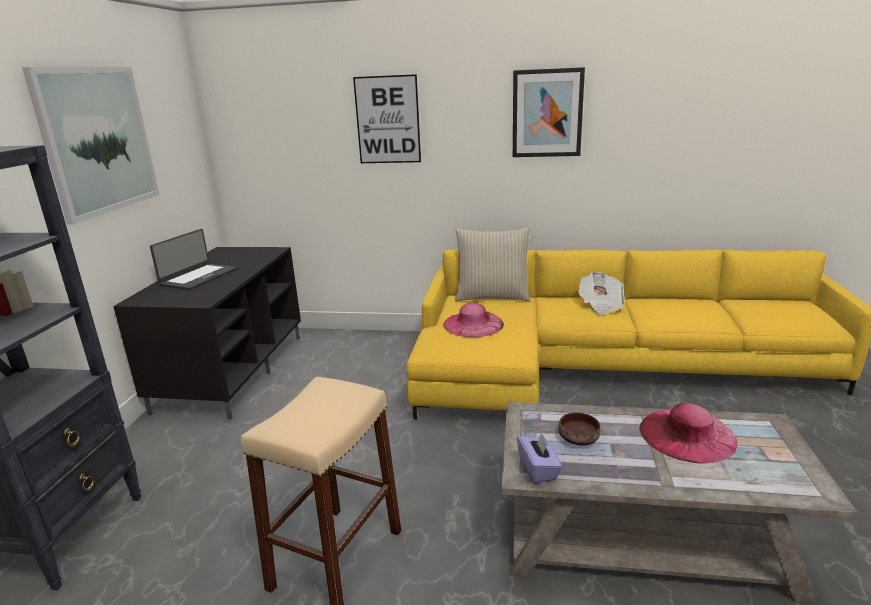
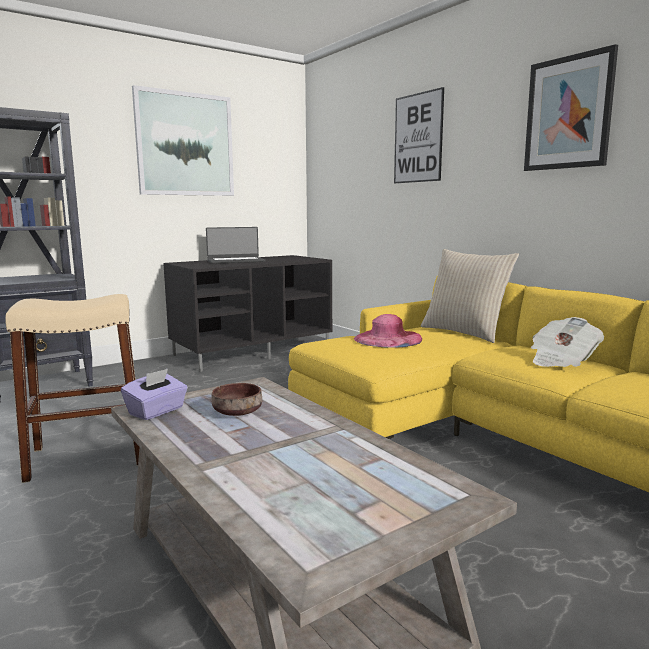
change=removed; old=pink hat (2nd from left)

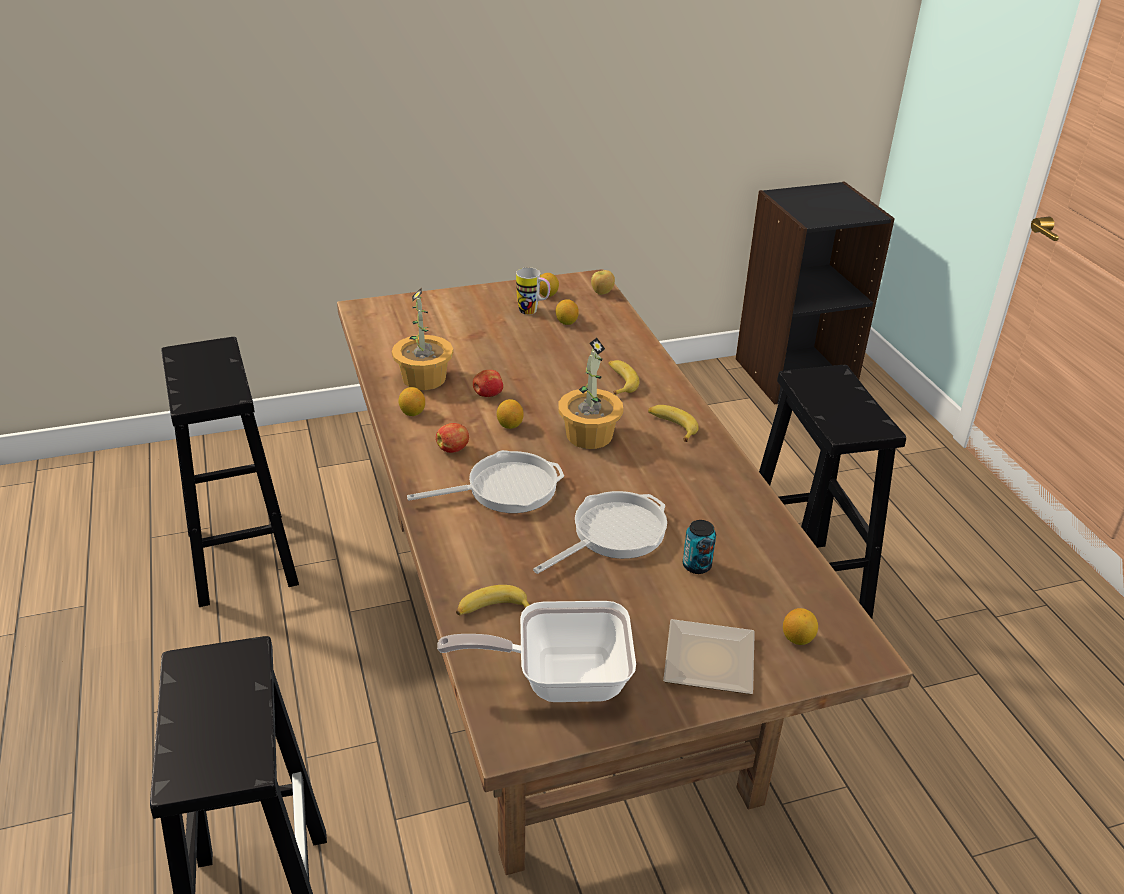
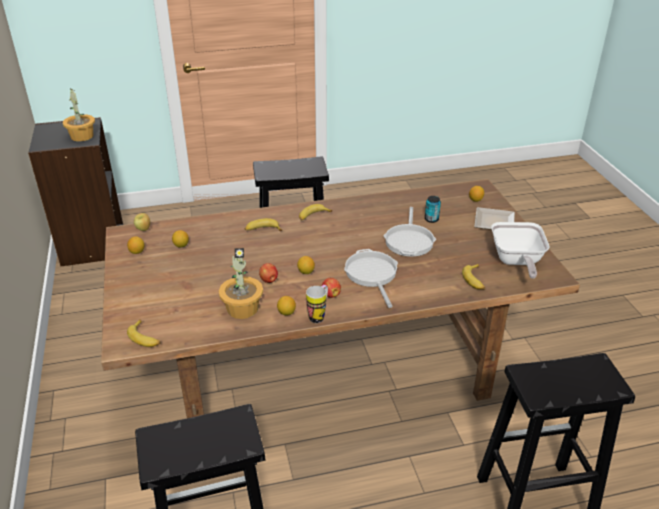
change=moved; old=mug
change=turned; old=frying pan (3rd from left in the first image); degrees=-135
change=moved; old=potted plant (2nd from left in the first image); new=potted plant (1st from left)
change=added; new=banana (1st from left)

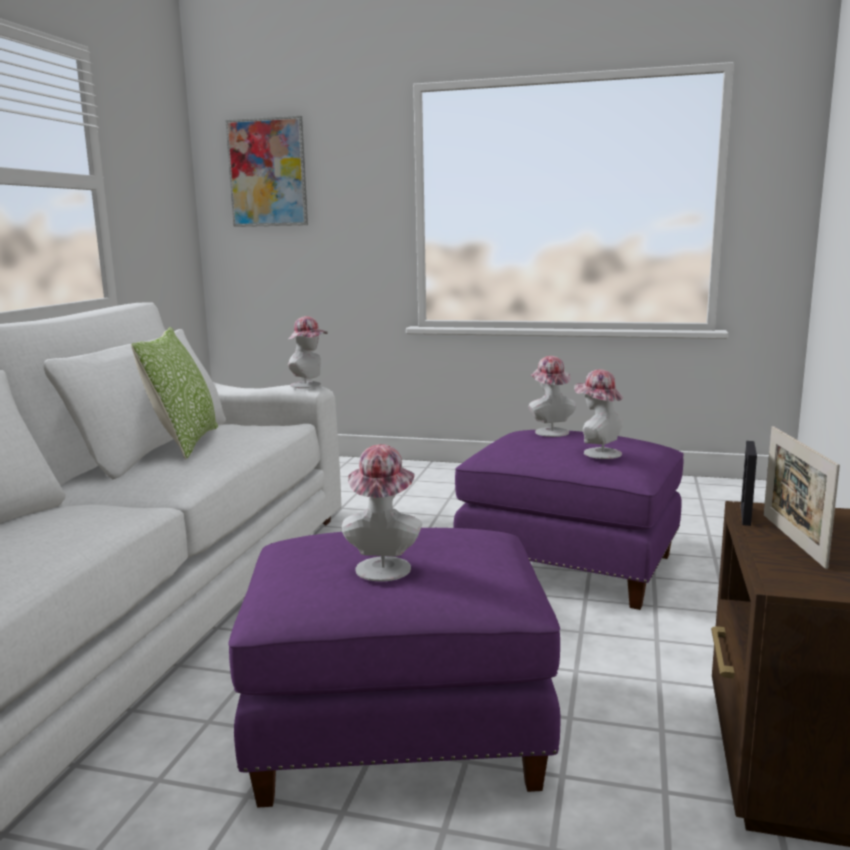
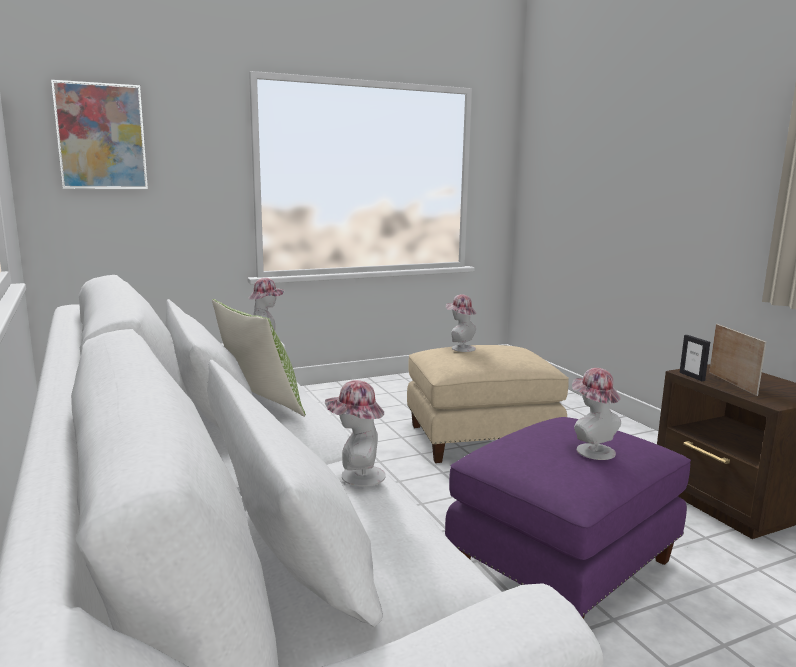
change=recoloured; old=purple ottoman (2nd from left); new=beige ottoman
change=moved; old=hat (4th from left in the first image); new=hat (2nd from left)
change=turned; old=picture frame (2nd from left); degrees=-150

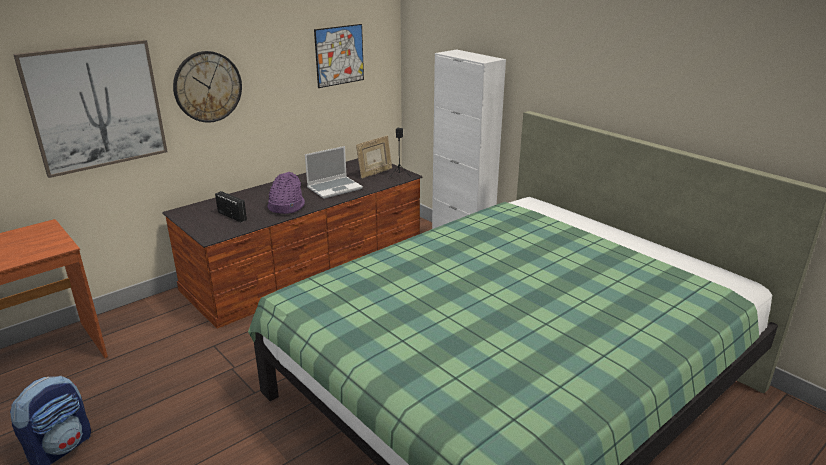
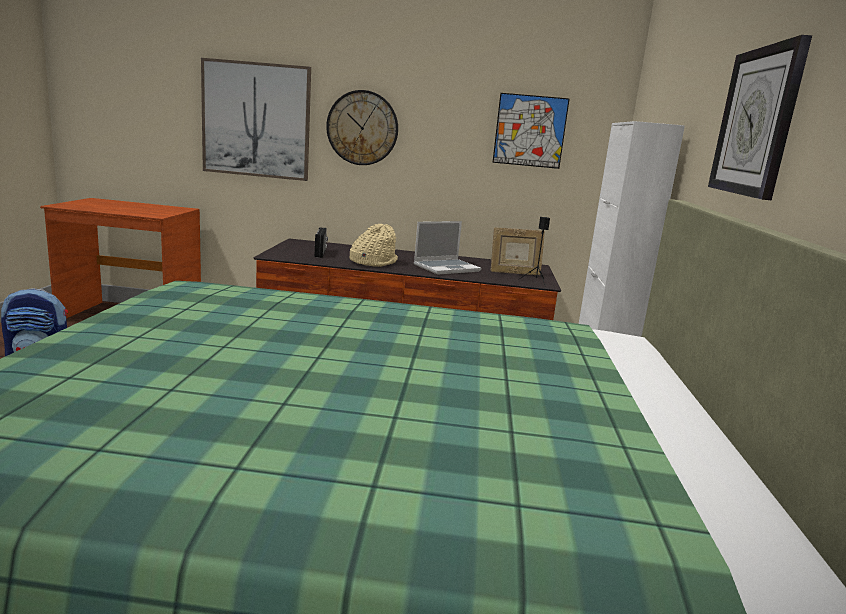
change=recoloured; old=purple hat; new=beige hat
change=turned; old=laptop; degrees=-45
change=added; new=wall clock (2nd from left)

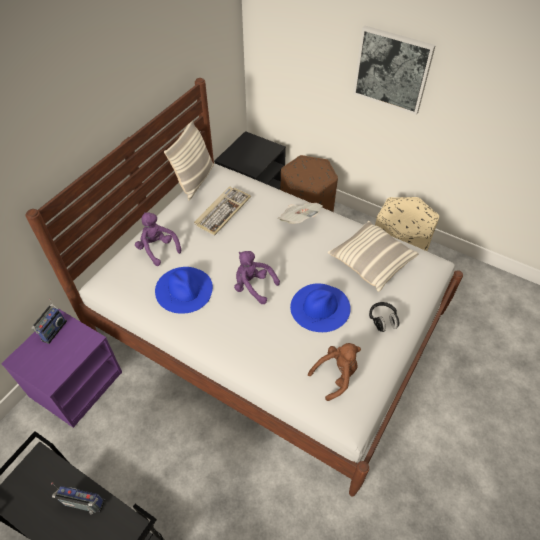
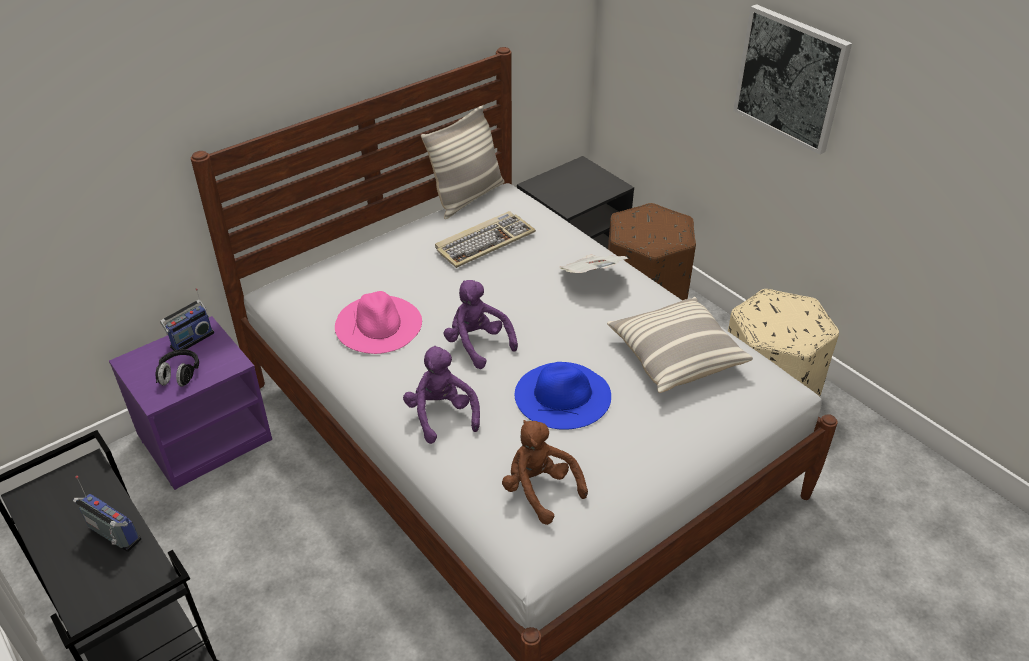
change=moved; old=purple plush toy (1st from left)
change=recoloured; old=blue hat (1st from left); new=pink hat
change=turned; old=brown plush toy; degrees=-120
change=moved; old=black headphones

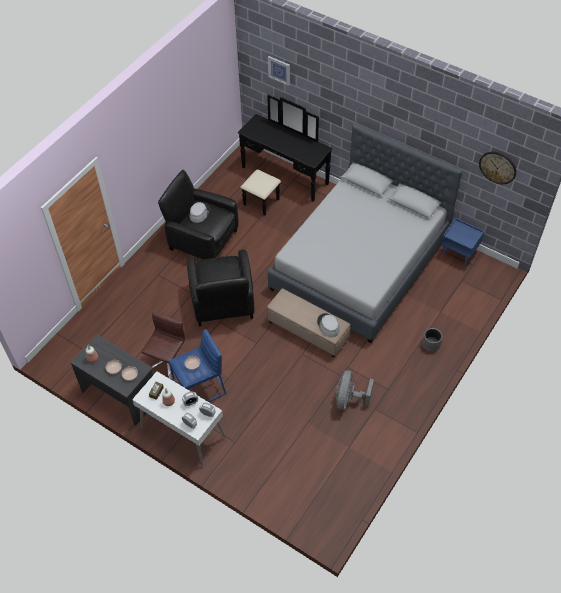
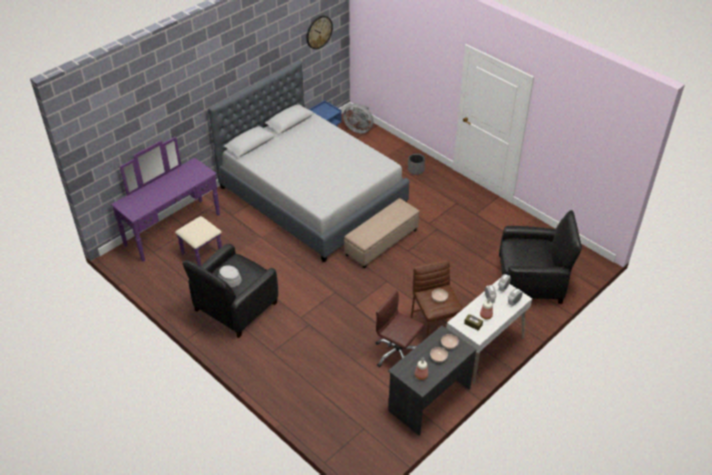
change=recoloured; old=blue stool; new=brown stool
change=moved; old=black armchair (2nd from left)
change=recoloured; old=black dresser; new=purple dresser
change=removed; old=picture
change=removed; old=grey hat (2nd from left)
change=moved; old=grey fan

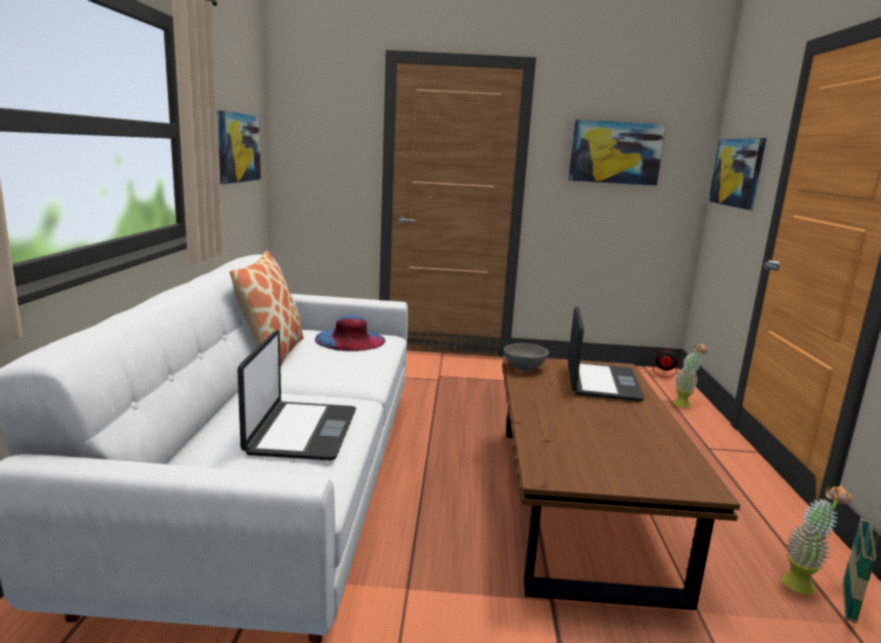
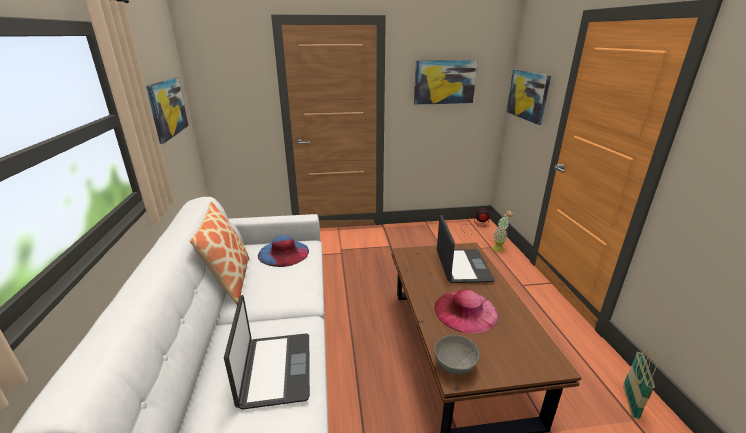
change=moved; old=grey bowl
change=removed; old=potted plant (2nd from left)
change=added; new=pink hat

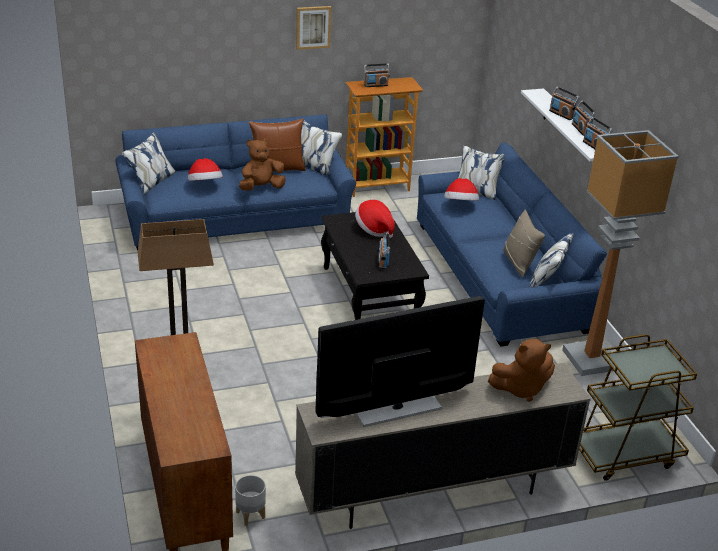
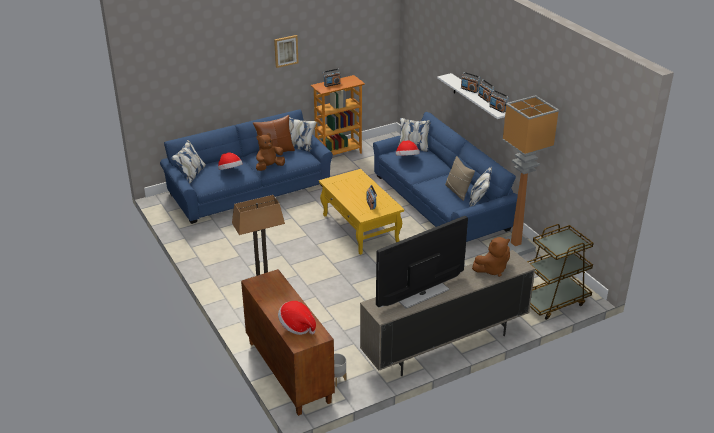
change=recoloured; old=black coffee table; new=yellow coffee table
change=moved; old=hat (2nd from left)

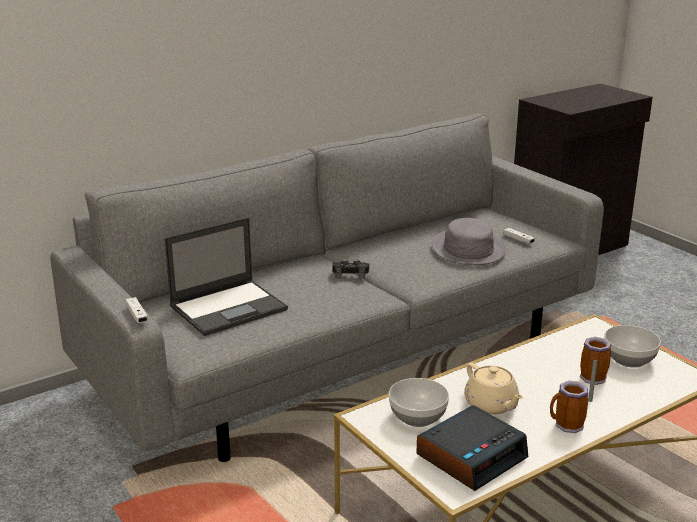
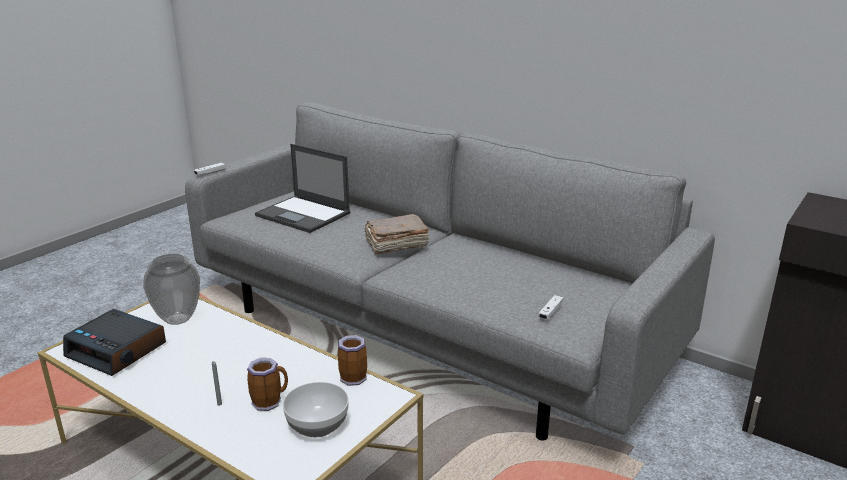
change=replaced; old=black game controller; new=brown book
change=replaced; old=bowl (1st from left); new=vase
change=removed; old=grey hat
change=removed; old=beige teapot
change=moved; old=mug (1st from left in the first image); new=mug (2nd from left)

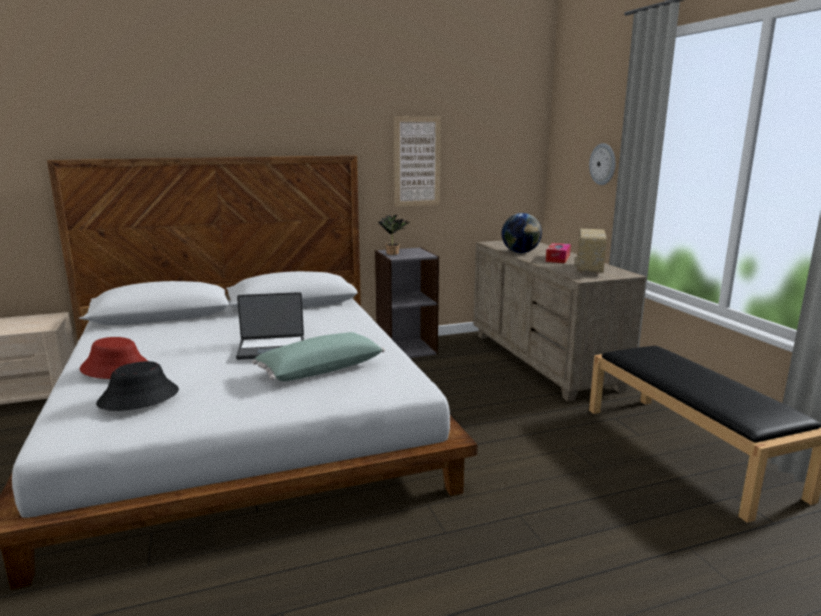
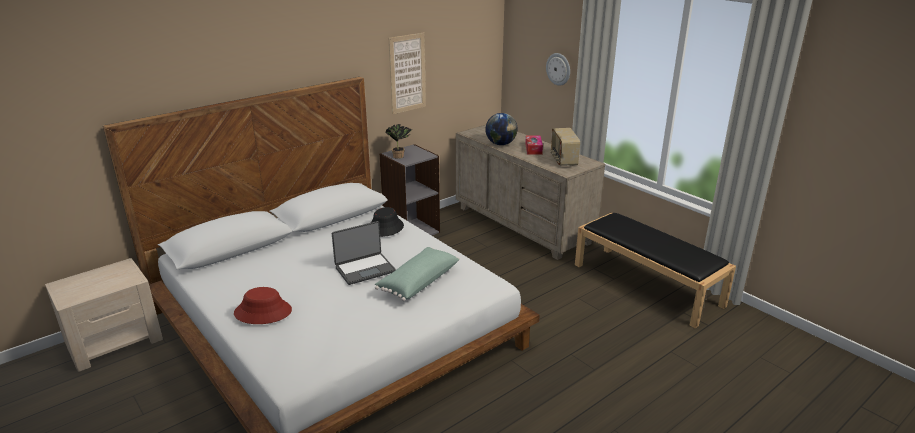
change=moved; old=black hat

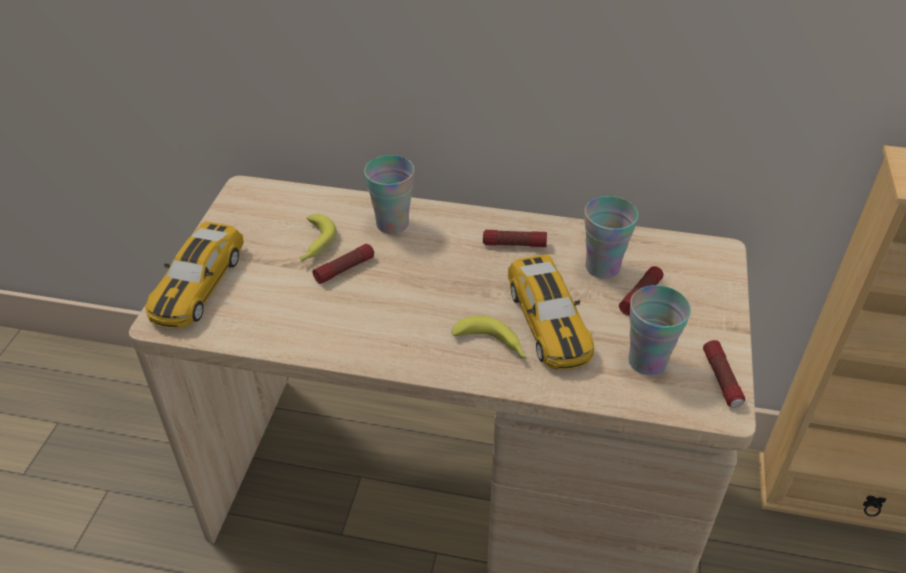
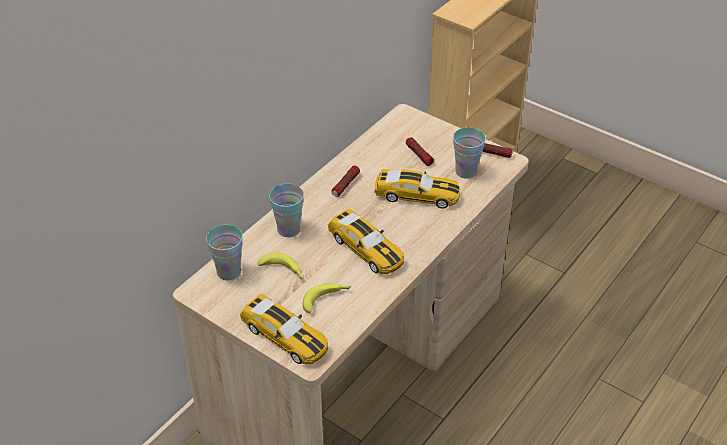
change=removed; old=flashlight (1st from left)
change=moved; old=banana (2nd from left)
change=moved; old=cup (2nd from left in the first image); new=cup (1st from left)
change=added; new=toy car (2nd from left)

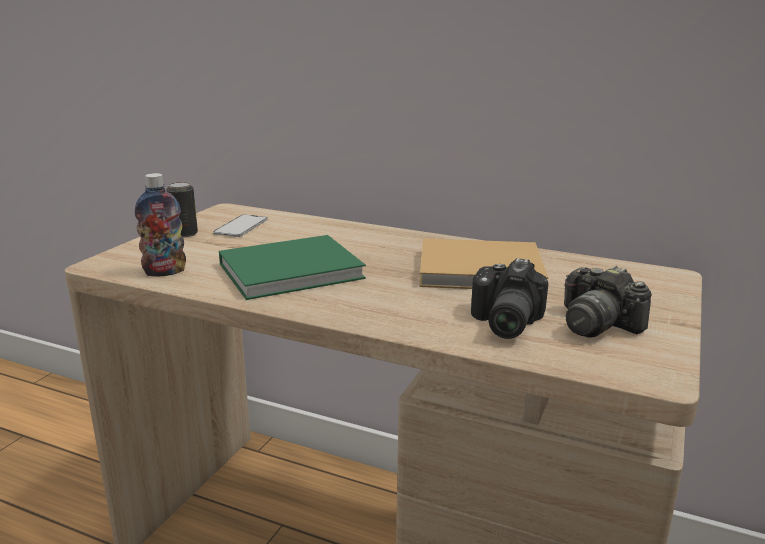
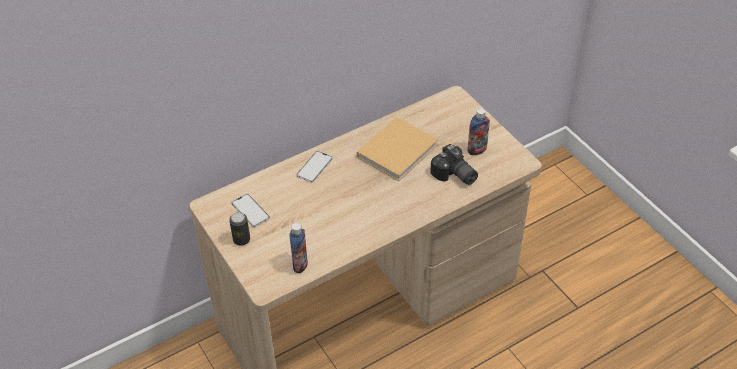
change=removed; old=green book
change=replaced; old=photo camera (2nd from left); new=bottle (2nd from left)
change=added; new=phone (2nd from left)

